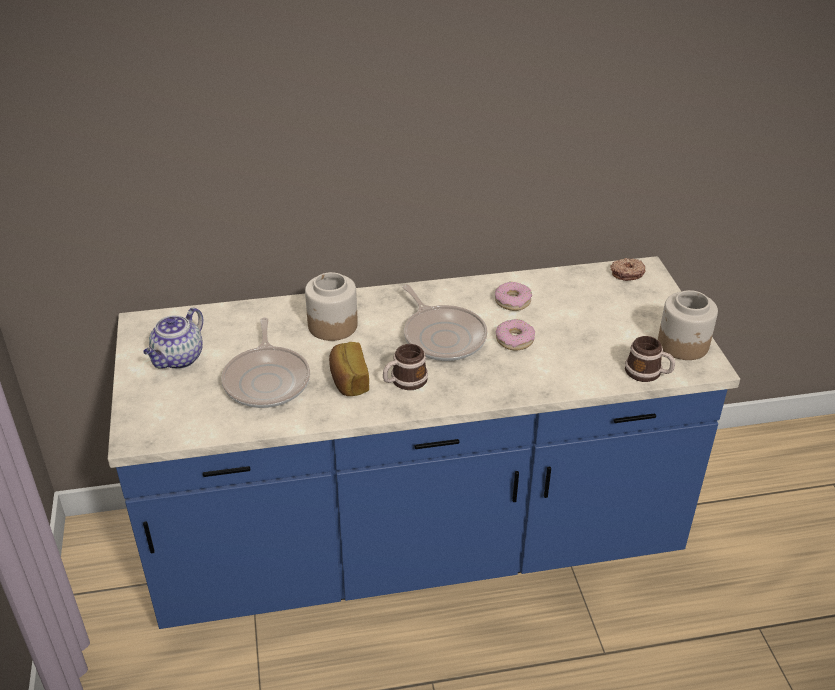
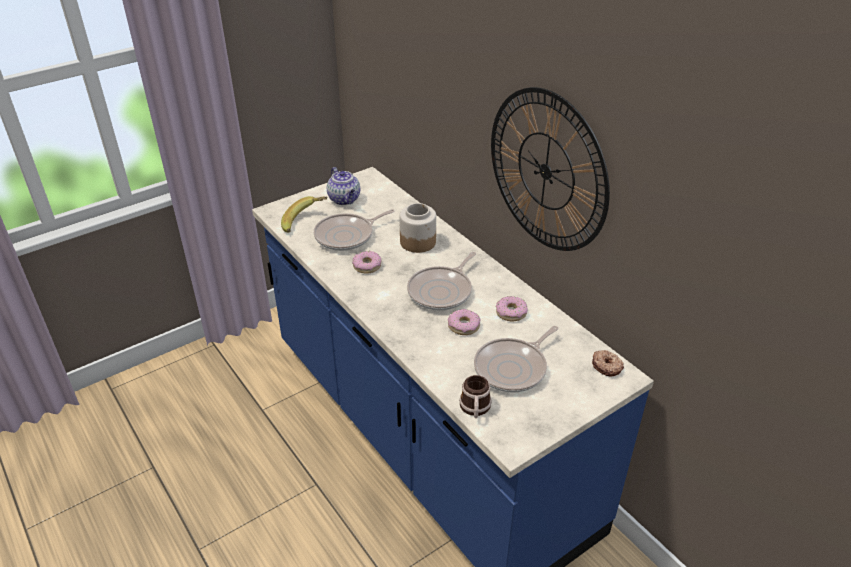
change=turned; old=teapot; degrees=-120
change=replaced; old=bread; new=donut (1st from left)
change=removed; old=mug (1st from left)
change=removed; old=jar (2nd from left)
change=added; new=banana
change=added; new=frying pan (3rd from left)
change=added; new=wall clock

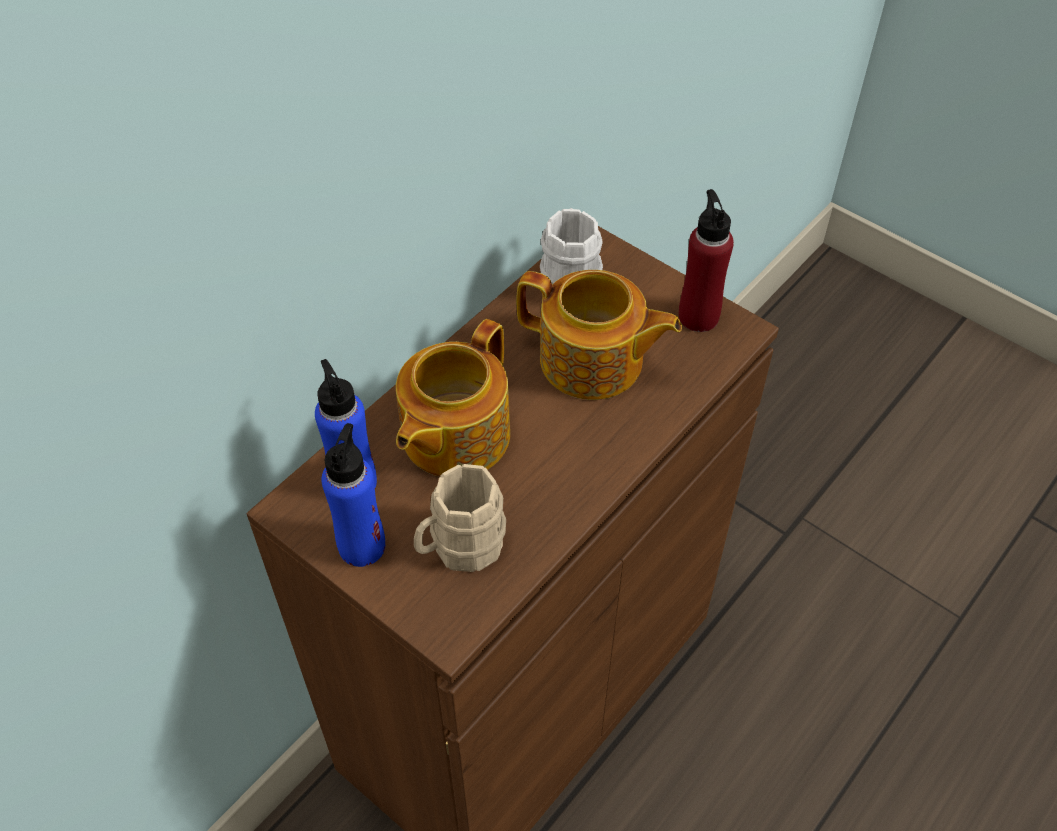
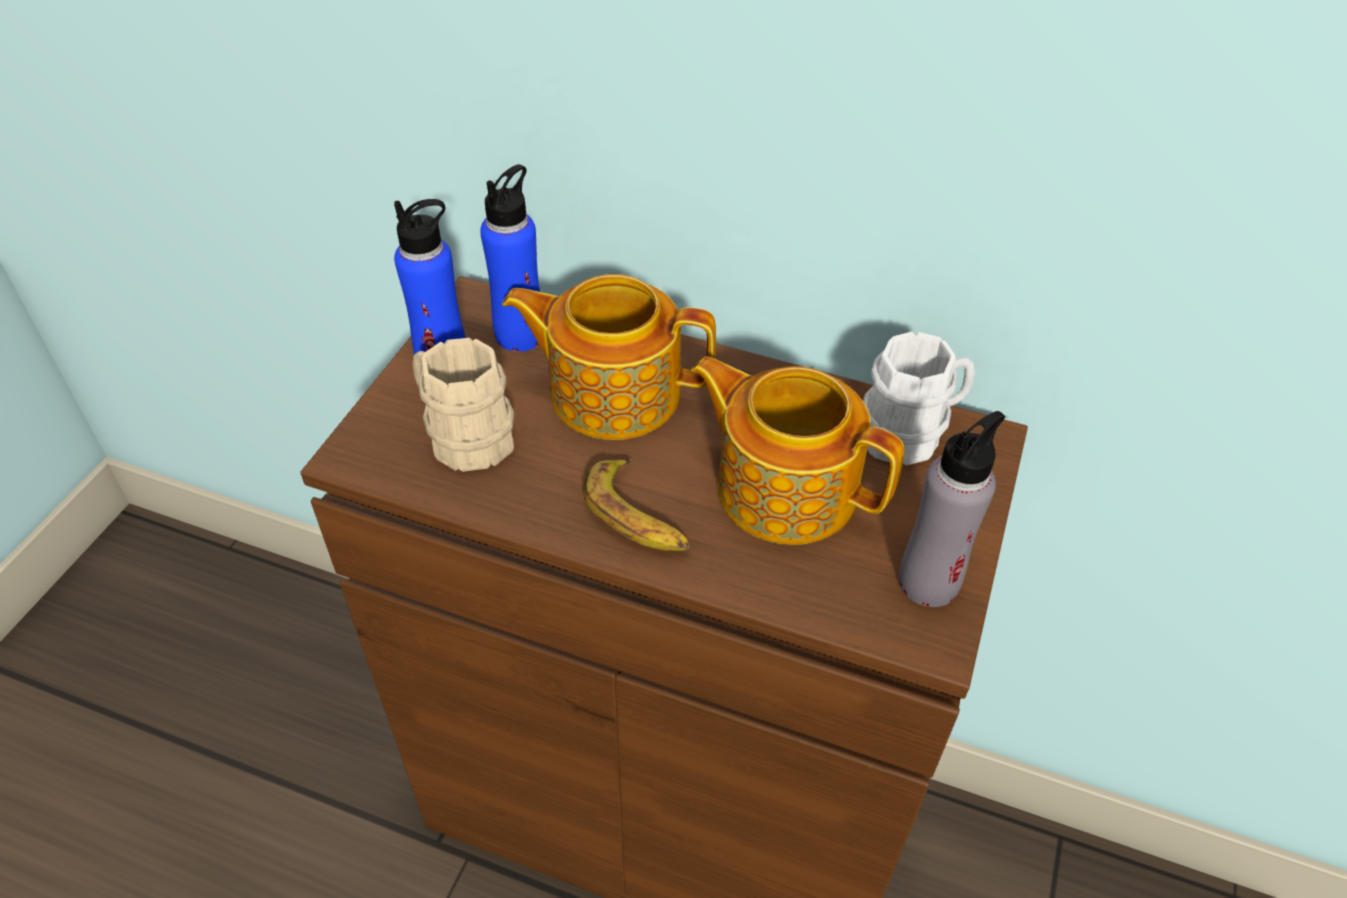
change=turned; old=teapot (2nd from left); degrees=120
change=recoloured; old=red bottle; new=grey bottle
change=added; new=banana

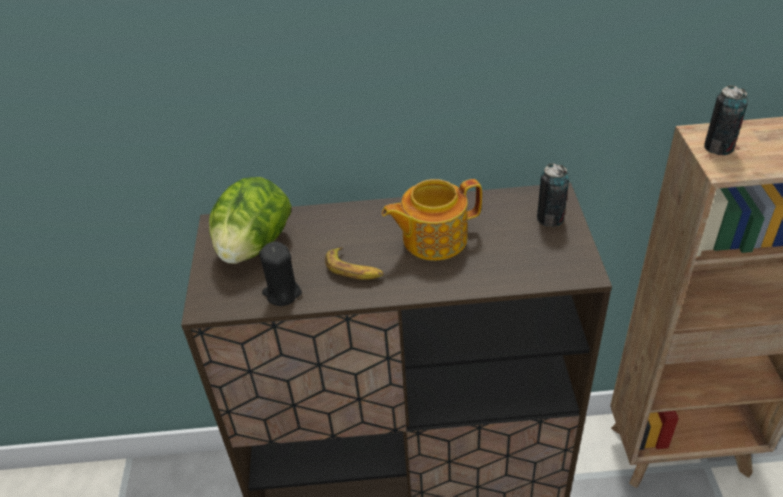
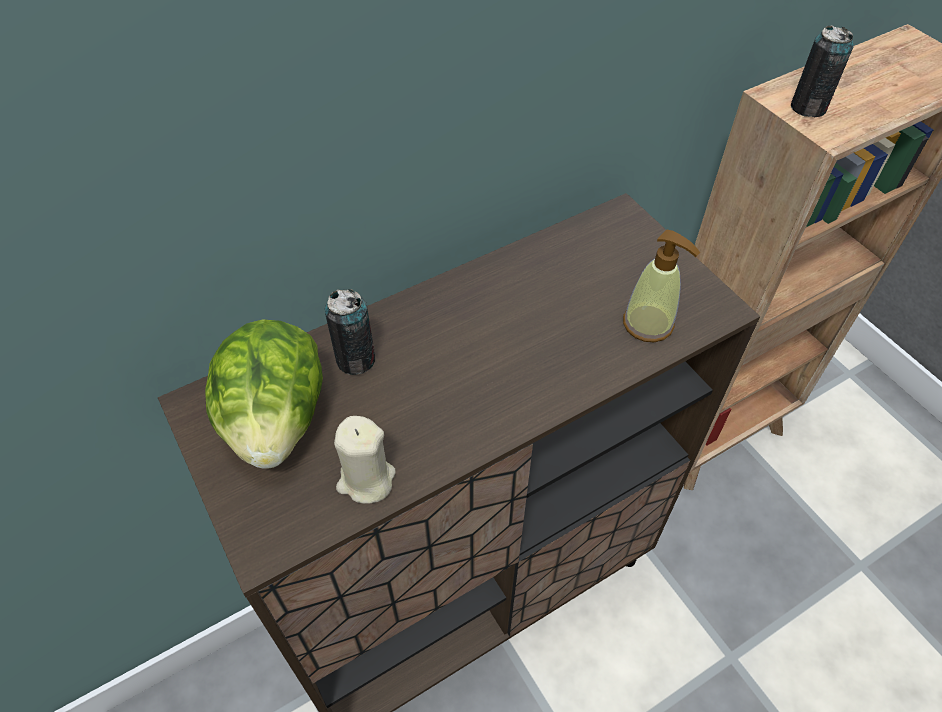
change=recoloured; old=black candle; new=beige candle
change=removed; old=banana
change=removed; old=teapot
change=moved; old=can (1st from left)
change=added; new=soap dispenser

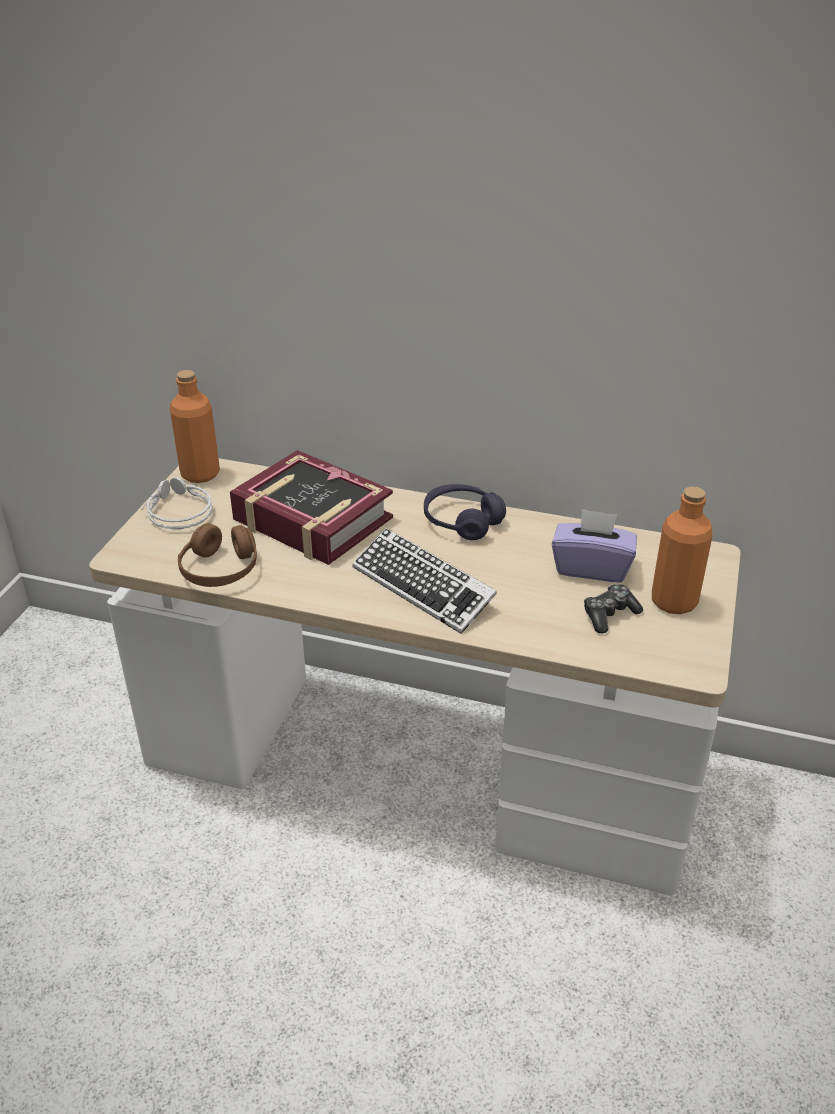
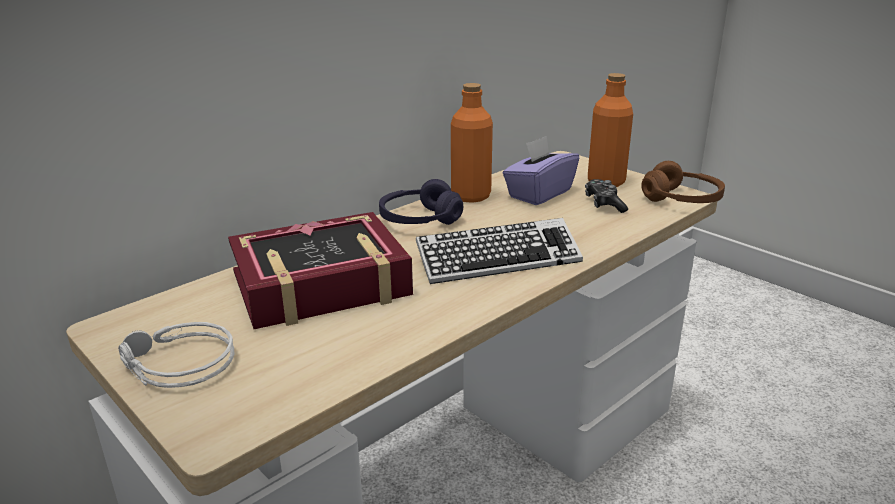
change=moved; old=orange bottle (1st from left)
change=moved; old=brown headphones

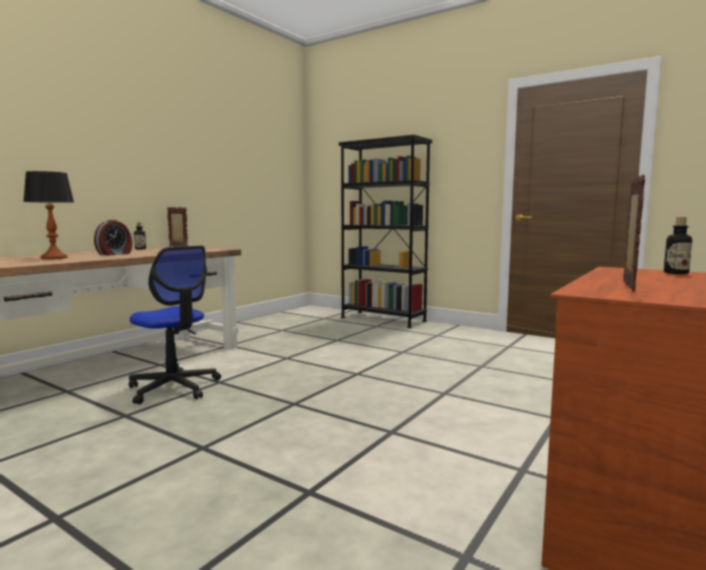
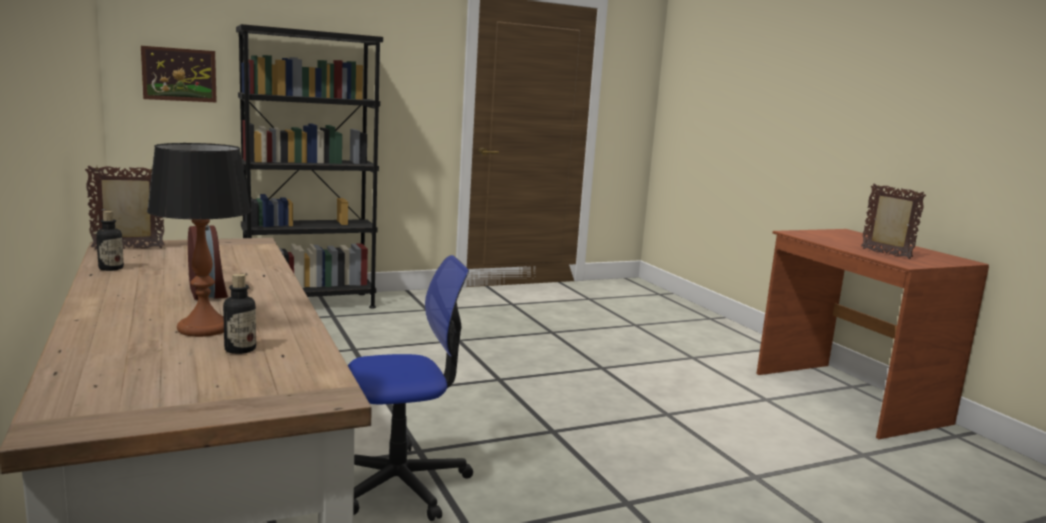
change=moved; old=bottle (2nd from left)
change=added; new=picture

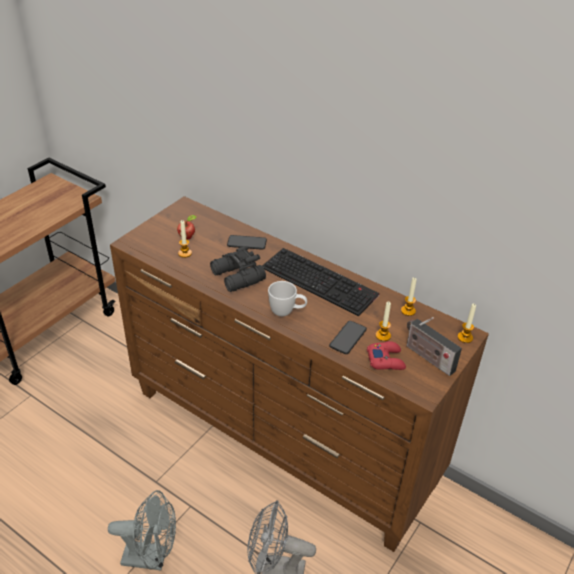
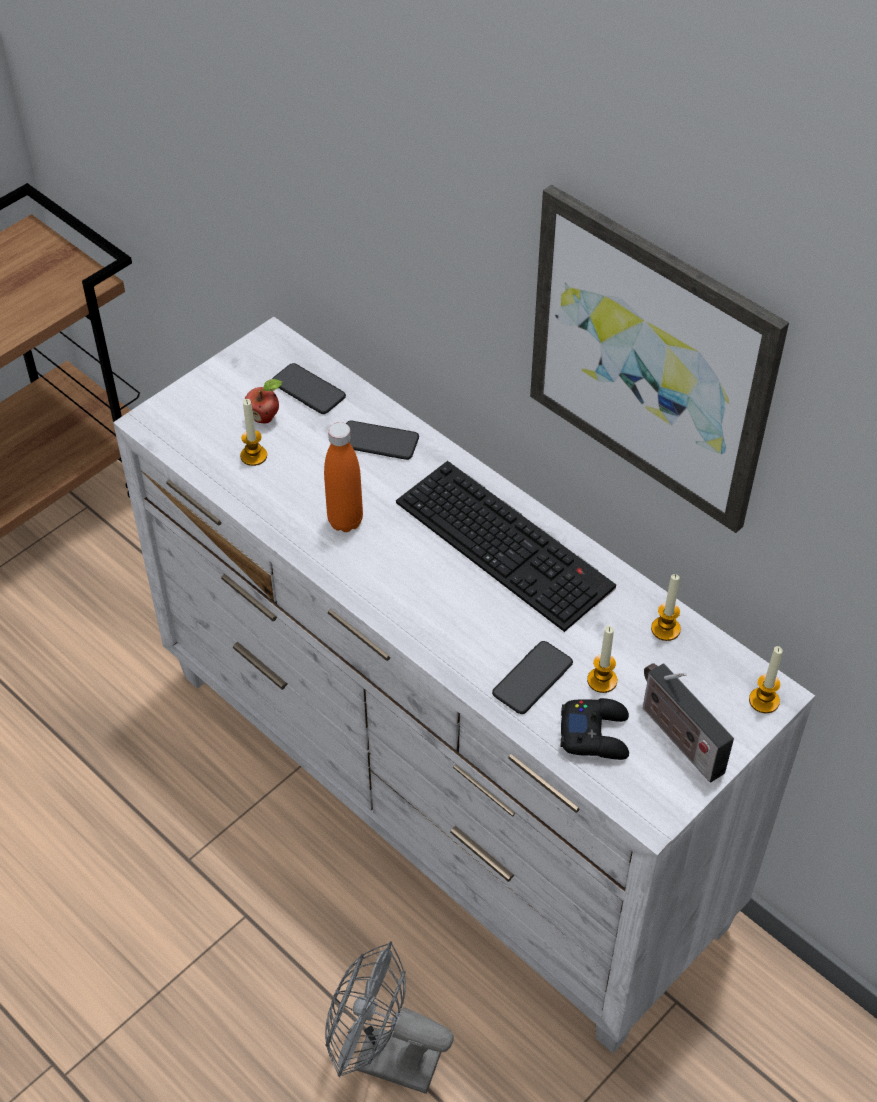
change=removed; old=grey fan (1st from left)
change=recoloured; old=brown dresser; new=white dresser
change=replaced; old=black binoculars; new=orange bottle
change=removed; old=white mug
change=recoloured; old=red game controller; new=black game controller
change=added; new=phone (1st from left)
change=added; new=picture

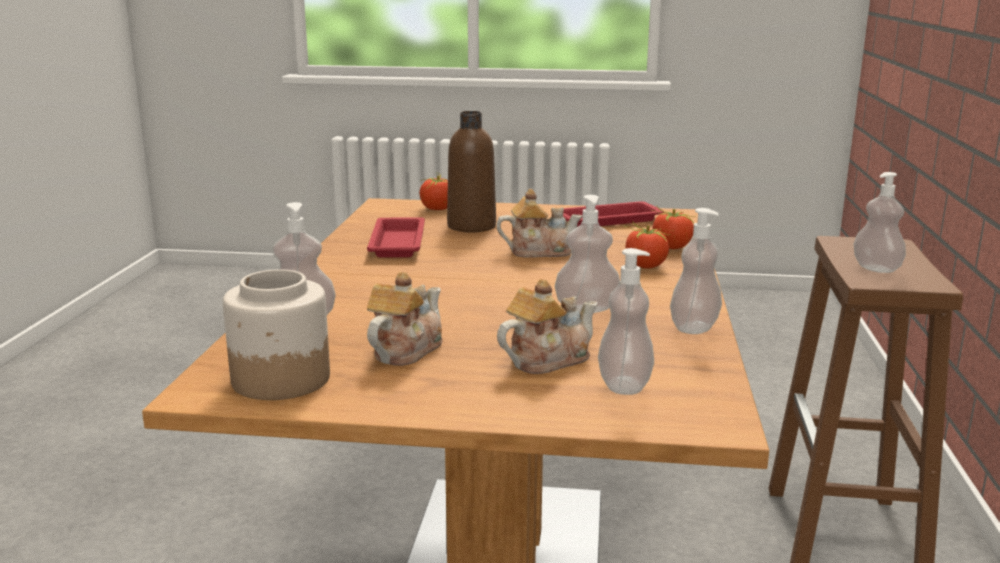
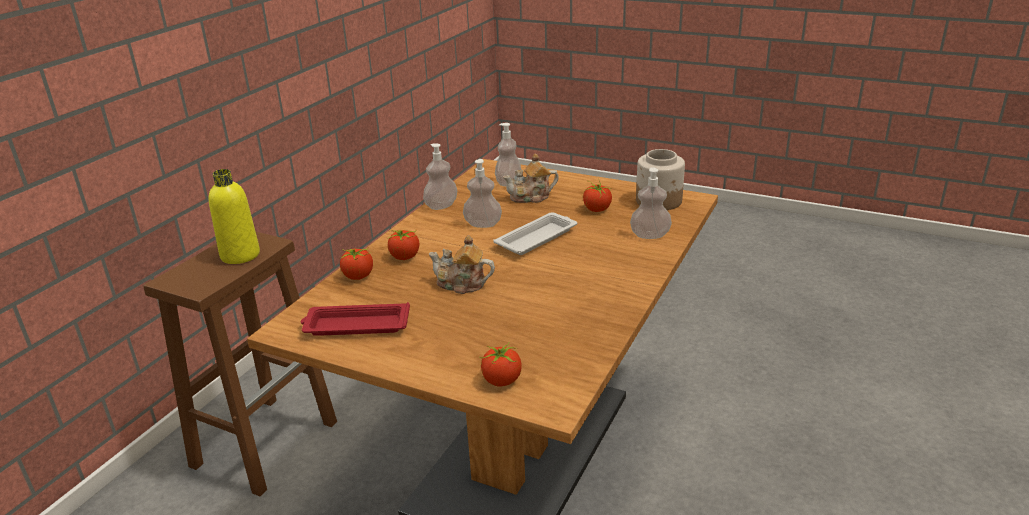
change=removed; old=red tray (1st from left)
change=replaced; old=teapot (1st from left); new=tomato (4th from left)
change=removed; old=brown bottle
change=replaced; old=soap dispenser (5th from left); new=yellow bottle
change=added; new=white tray

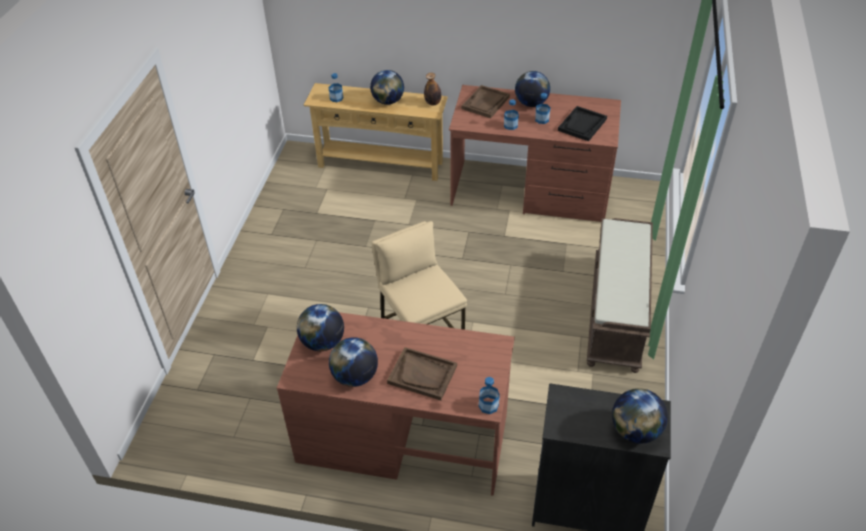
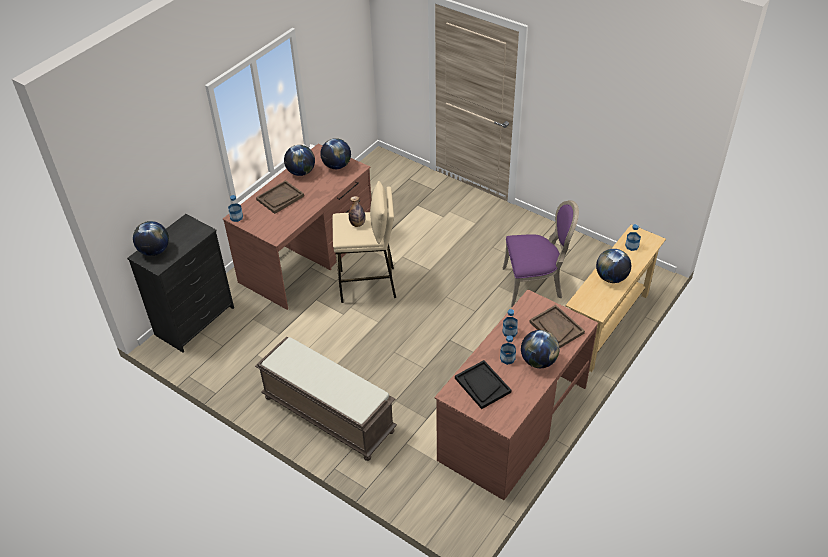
change=moved; old=bottle (2nd from left)
change=added; new=purple chair

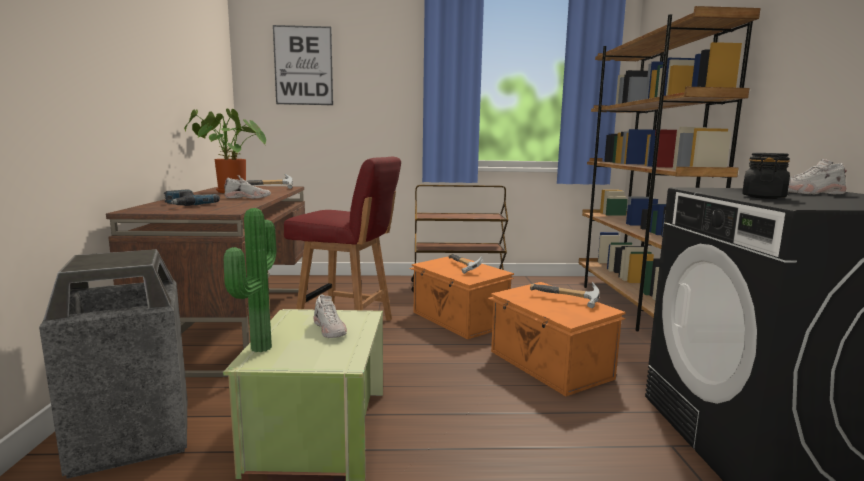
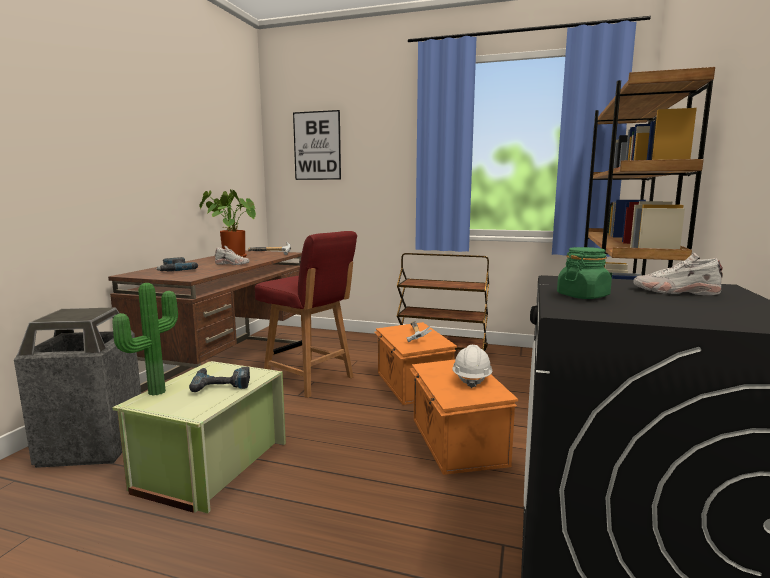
change=replaced; old=white shoe (2nd from left); new=power drill (2nd from left)
change=replaced; old=hammer (3rd from left); new=white hard hat
change=recoloured; old=black jar; new=green jar

